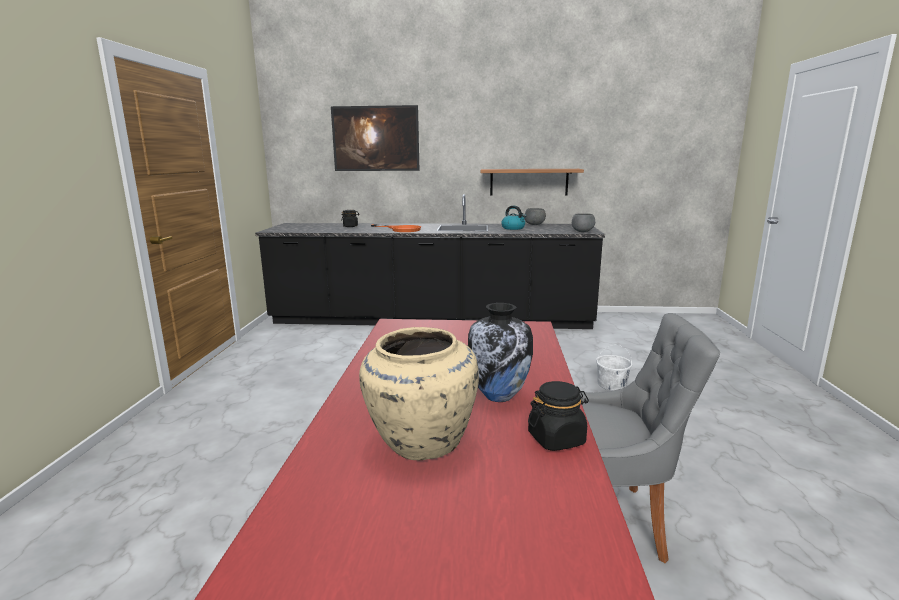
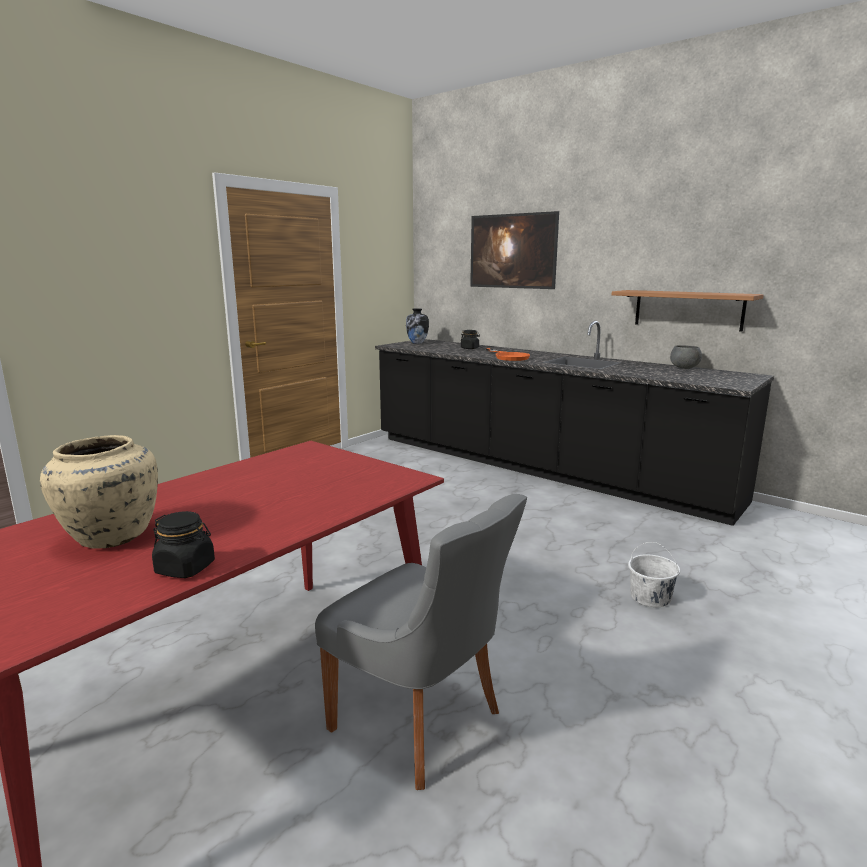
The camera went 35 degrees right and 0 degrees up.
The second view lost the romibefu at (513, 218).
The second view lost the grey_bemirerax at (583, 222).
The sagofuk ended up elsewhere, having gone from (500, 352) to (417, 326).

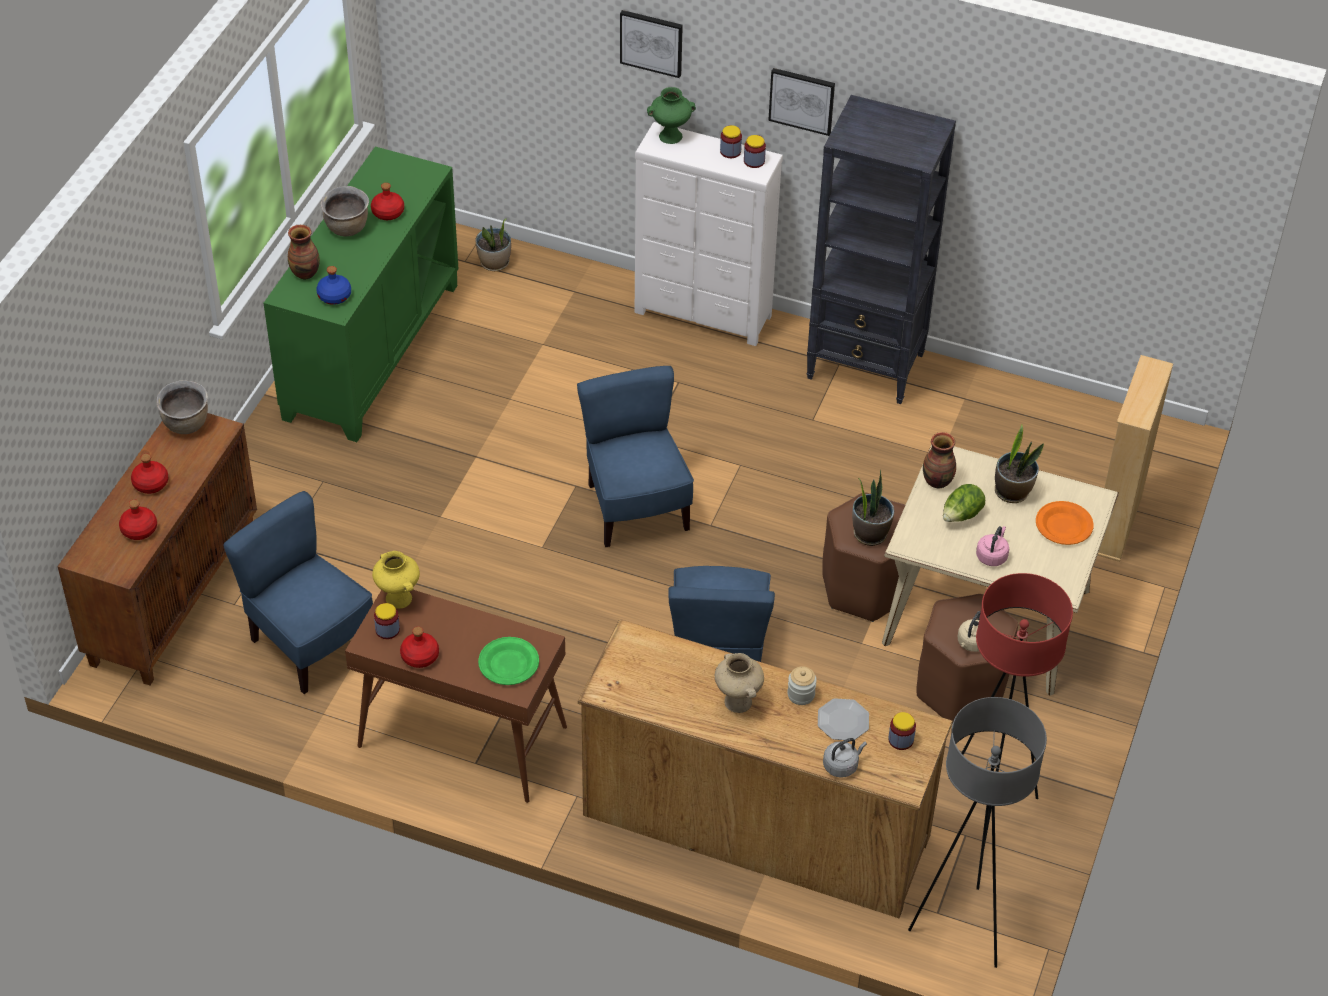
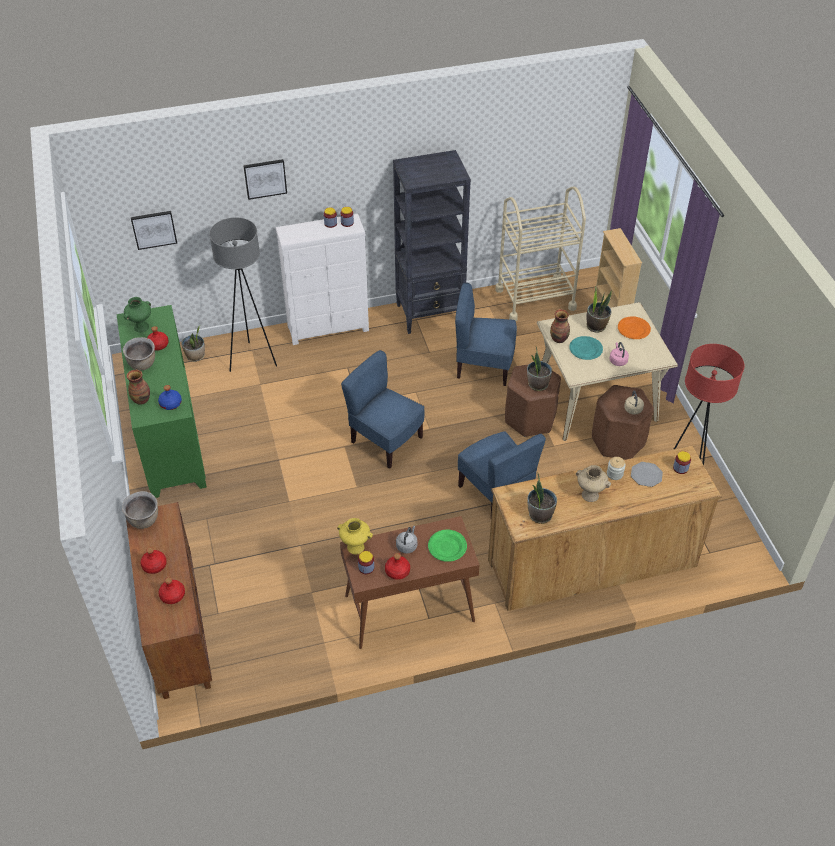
The camera went 35 degrees left and 0 degrees up.
The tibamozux ended up elsewhere, having gone from (801, 102) to (154, 230).
The green_sagofuk ended up elsewhere, having gone from (671, 115) to (137, 314).
Where the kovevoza stood at (964, 503), the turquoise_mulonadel came to stand at (586, 348).
The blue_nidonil ended up elsewhere, having gone from (298, 592) to (486, 334).
The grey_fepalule ended up elsewhere, having gone from (977, 832) to (243, 294).
The grey_romibefu ended up elsewhere, having gone from (845, 758) to (406, 540).
The second view gained the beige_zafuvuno at (540, 253).
The second view gained the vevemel at (542, 499).

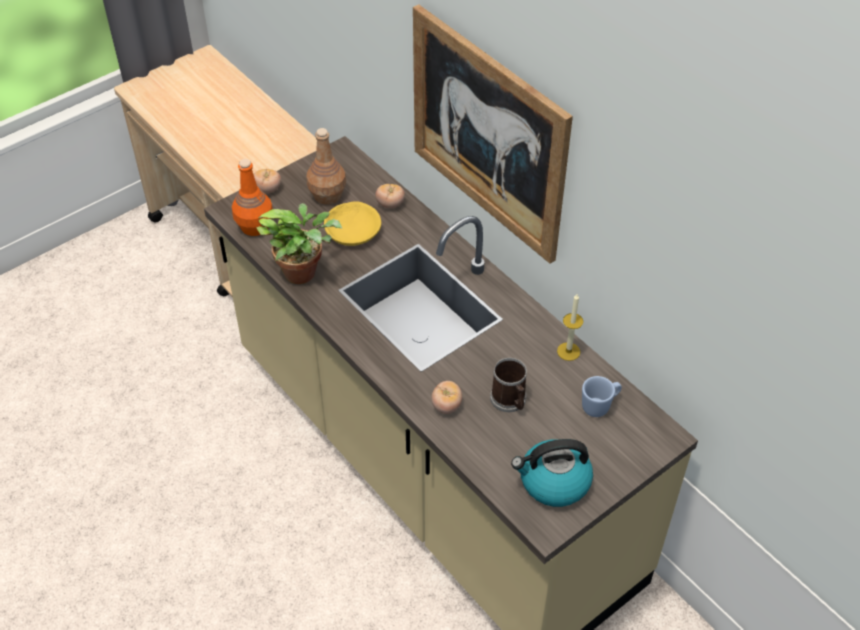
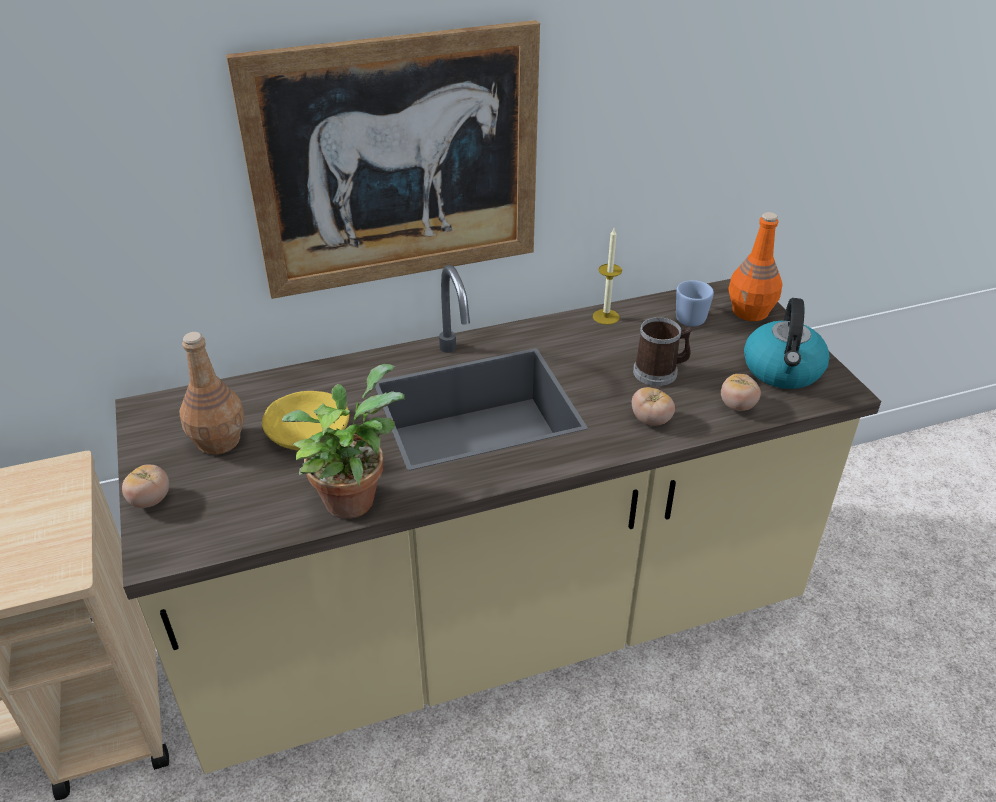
The camera went 70 degrees left and 10 degrees down.
The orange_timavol ended up elsewhere, having gone from (252, 197) to (755, 266).
The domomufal ended up elsewhere, having gone from (390, 196) to (741, 392).

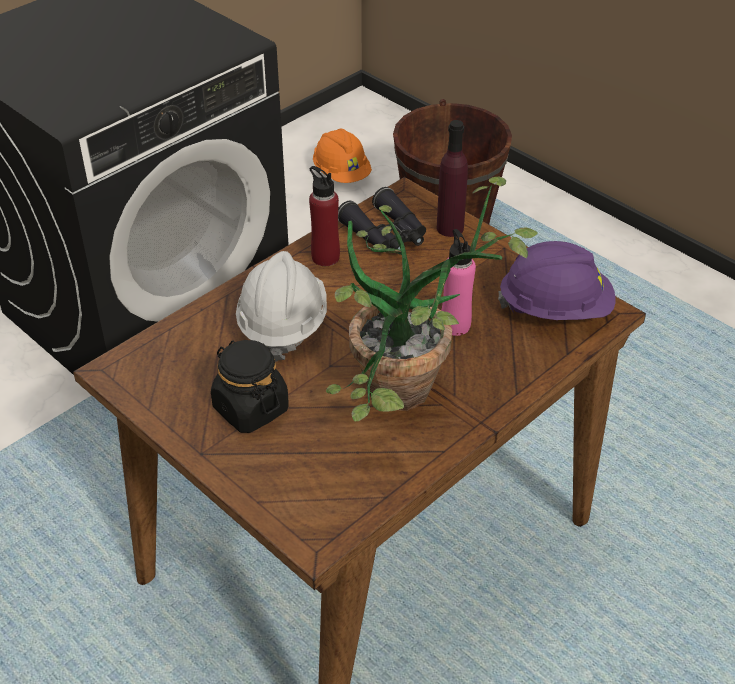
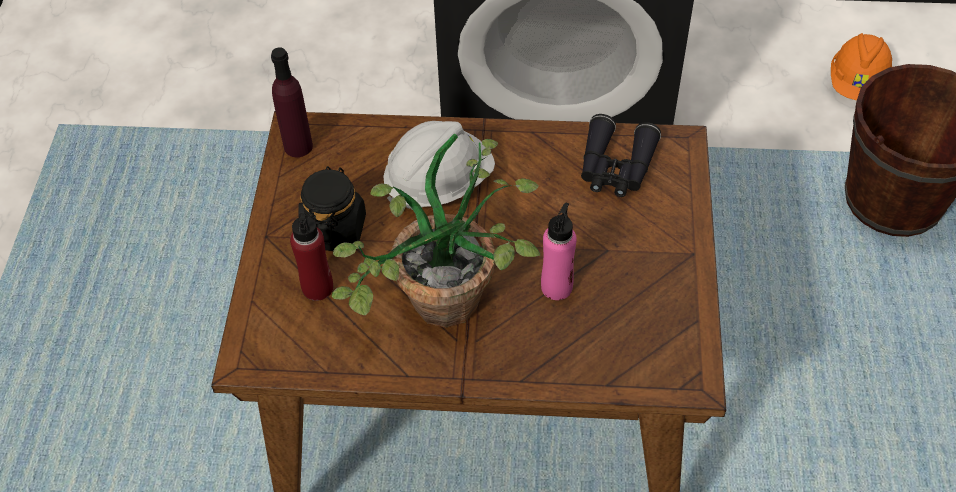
The camera went 50 degrees right and 10 degrees up.
The purple_timavol ended up elsewhere, having gone from (452, 178) to (292, 102).
The red_timavol ended up elsewhere, having gone from (324, 216) to (311, 252).
The second view lost the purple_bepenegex at (557, 280).

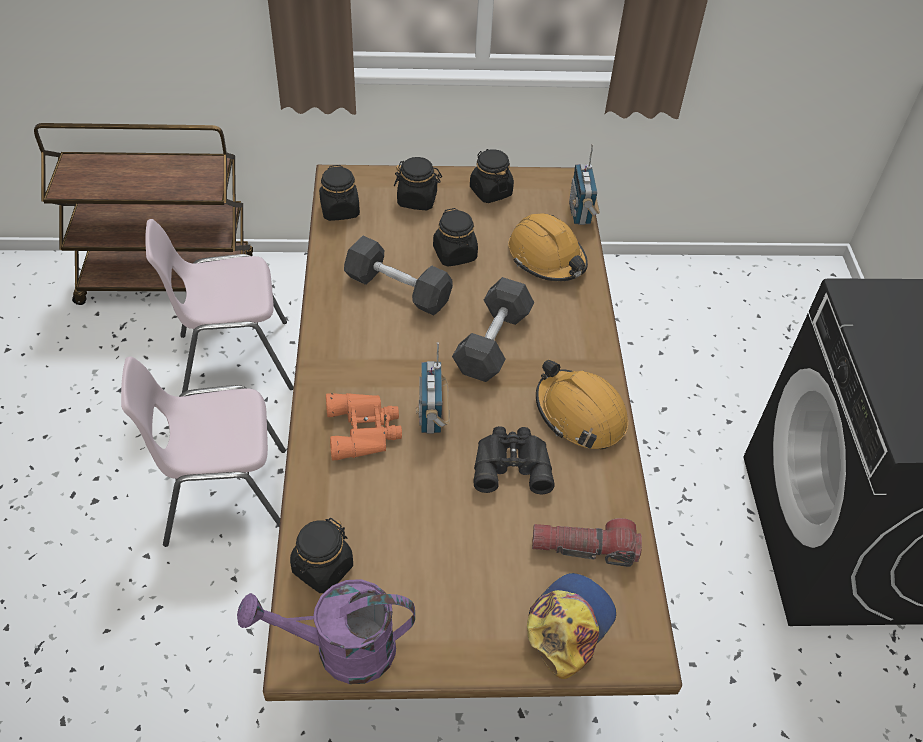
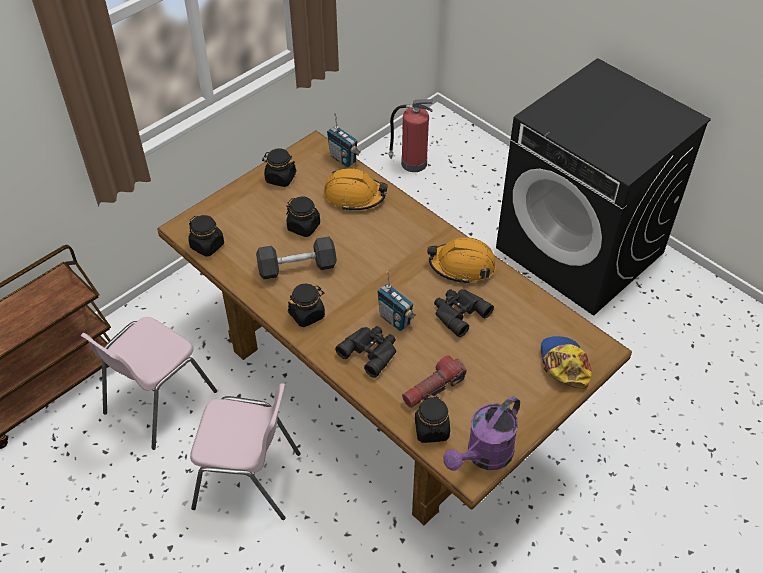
The camera went 40 degrees left and 0 degrees up.
The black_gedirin ended up elsewhere, having gone from (418, 183) to (306, 305).
The second view lost the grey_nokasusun at (493, 329).
The pink_nidonil at (203, 452) ended up facing another way, 120 degrees counterclockwise from before.
What was the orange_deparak at (364, 426) turned into the black_deparak at (365, 352).
The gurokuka ended up elsewhere, having gone from (587, 542) to (434, 381).
The second view gained the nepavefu at (411, 135).

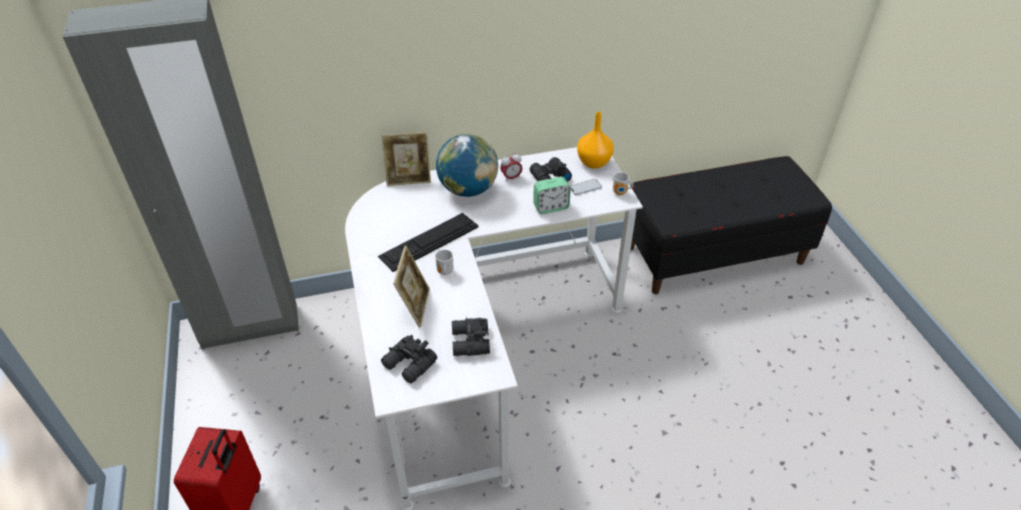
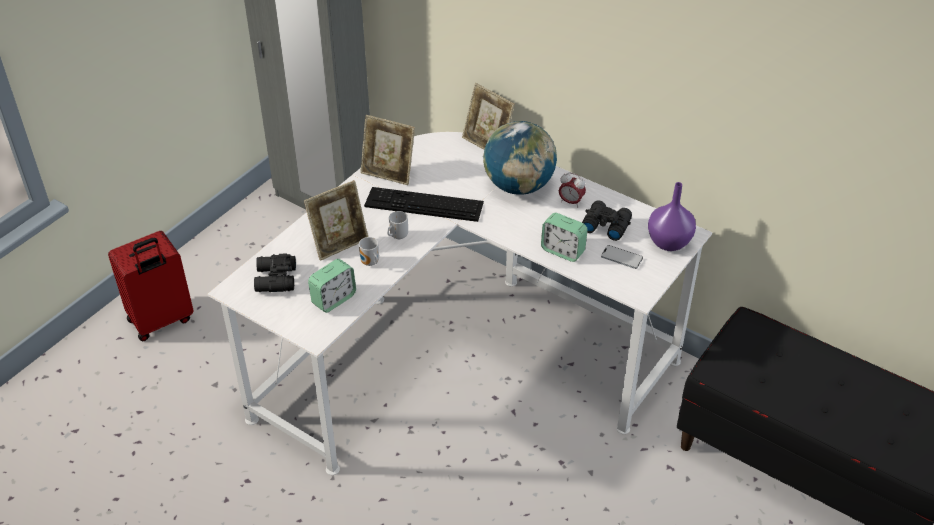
The camera went 50 degrees right and 0 degrees up.
What was the orange_sagofuk at (595, 140) turned into the purple_sagofuk at (672, 216).
The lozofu ended up elsewhere, having gone from (623, 184) to (369, 251).
Where the black_deparak stood at (471, 336), the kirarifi came to stand at (332, 286).
The second view gained the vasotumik at (387, 150).

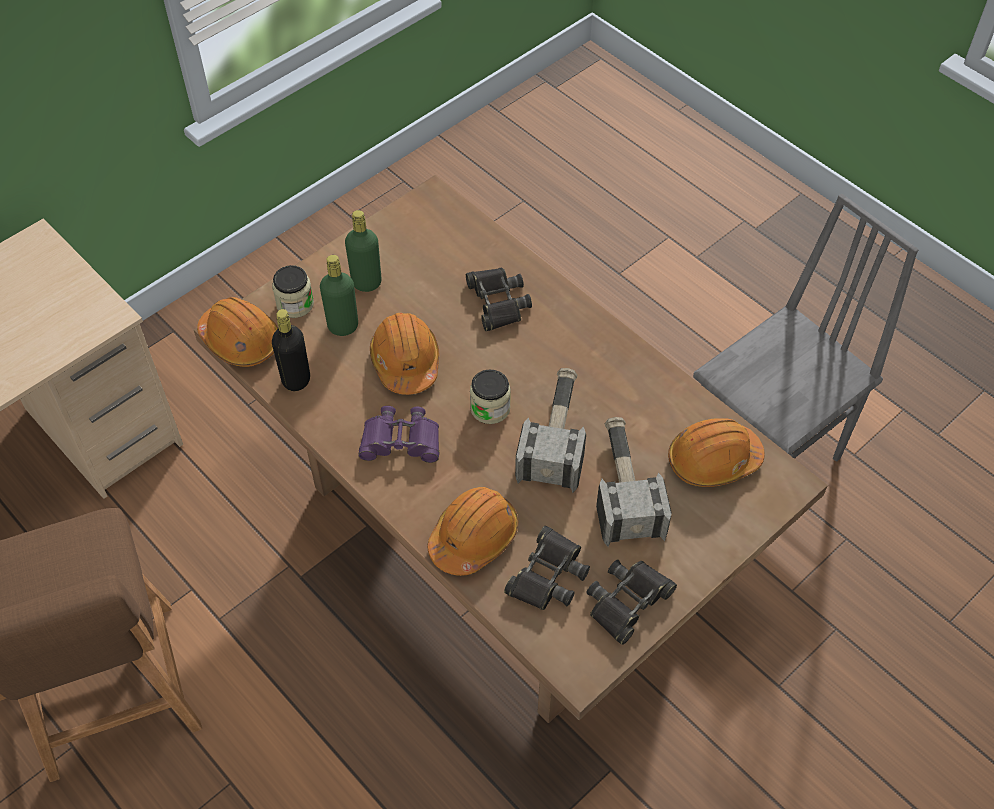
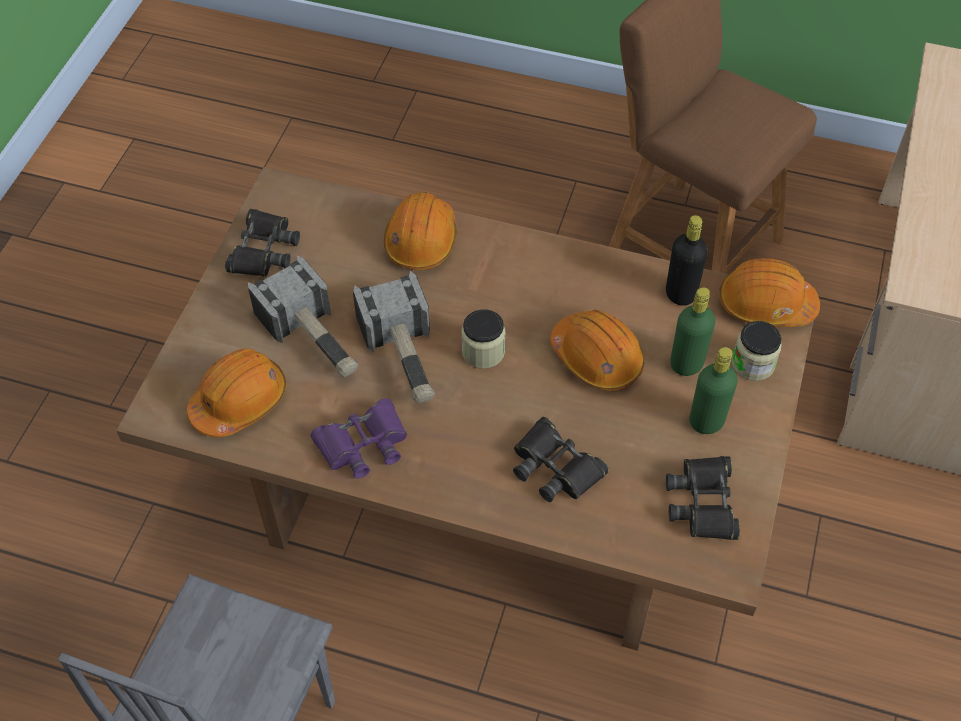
The camera went 150 degrees right and 0 degrees up.
The purple_deparak ended up elsewhere, having gone from (398, 434) to (359, 438).
The black_deparak ended up elsewhere, having gone from (547, 568) to (703, 498).

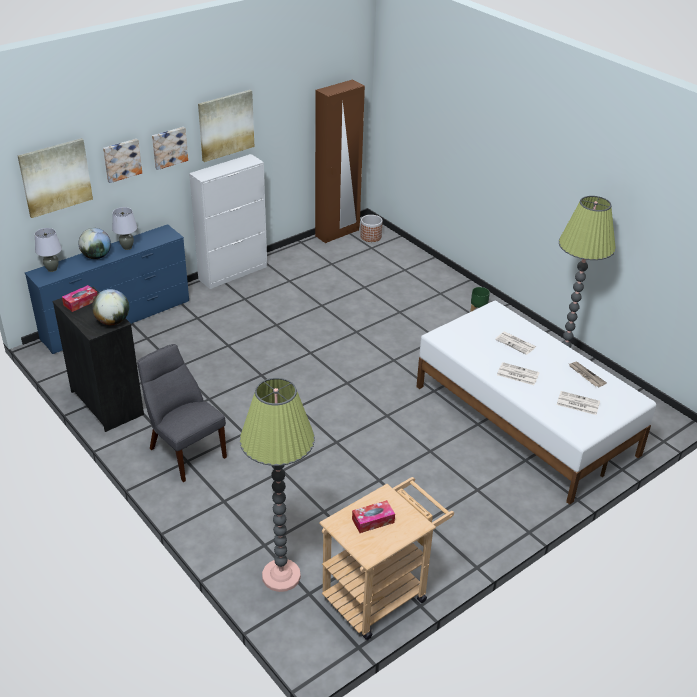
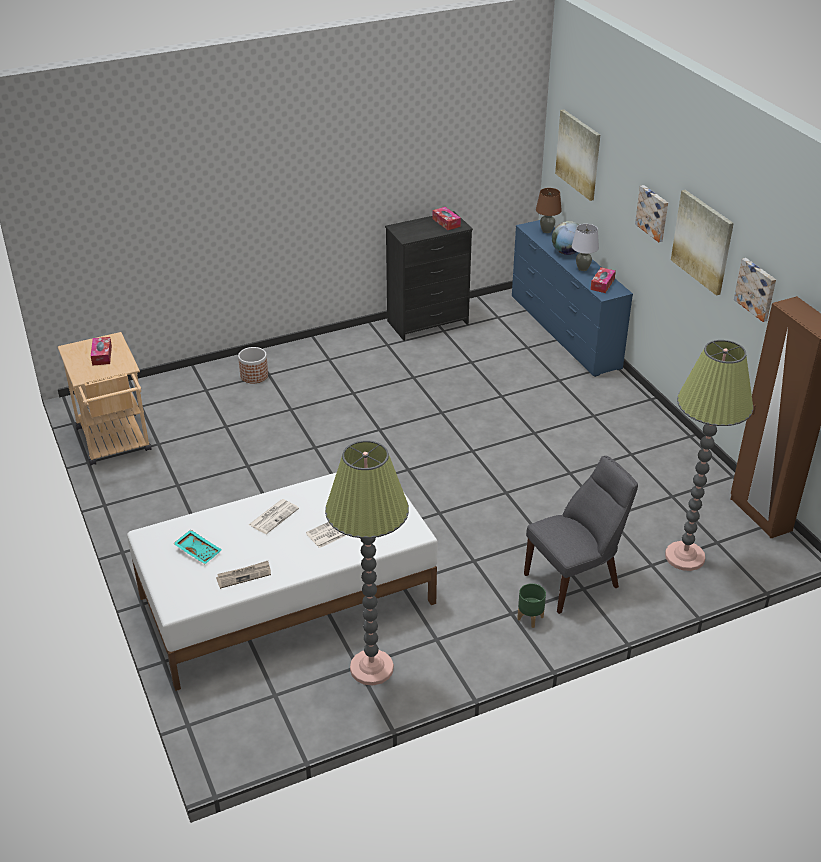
The camera went 105 degrees right and 0 degrees up.
The tibamozux ended up elsewhere, having gone from (122, 161) to (755, 290).
The second view lost the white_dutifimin at (228, 221).
The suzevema ended up elsewhere, having gone from (371, 228) to (253, 365).
What was the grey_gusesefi at (48, 250) turned into the brown_gusesefi at (549, 210).
The second view lost the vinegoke at (110, 307).
The grey_nidonil ended up elsewhere, having gone from (182, 413) to (581, 535).
The fepalule ended up elsewhere, having gone from (277, 485) to (709, 455).
Where the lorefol stood at (578, 403), the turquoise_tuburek came to stand at (197, 547).
The second view gained the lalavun at (603, 280).

